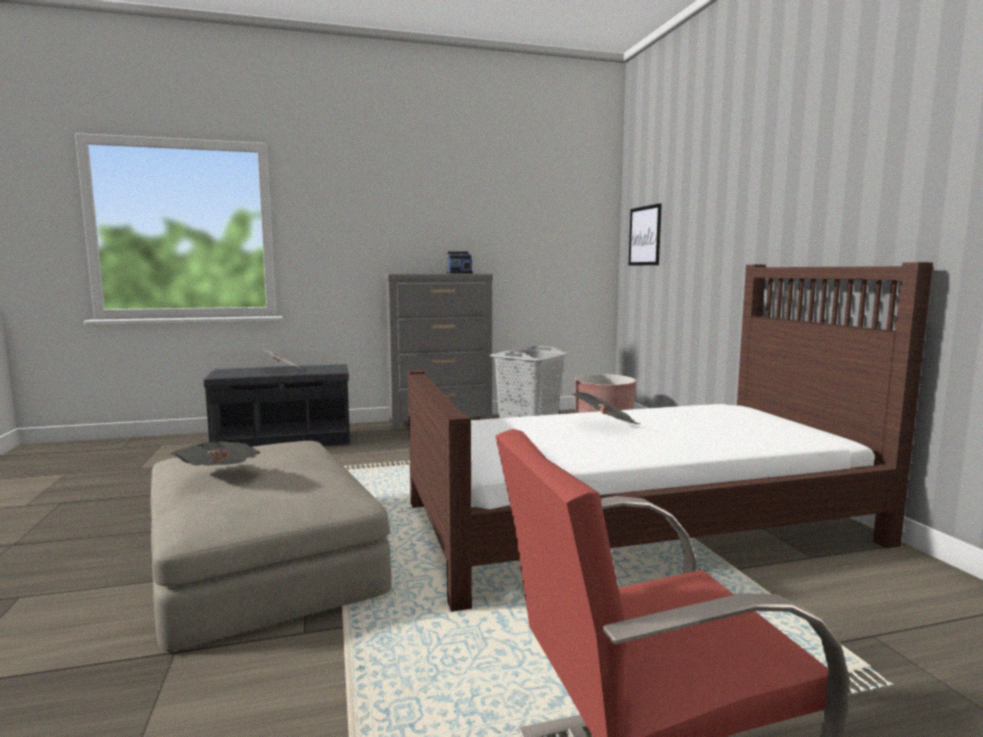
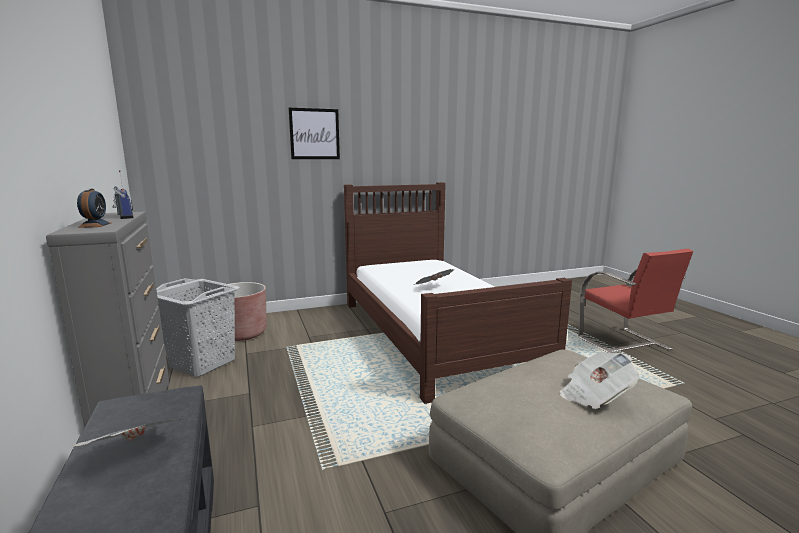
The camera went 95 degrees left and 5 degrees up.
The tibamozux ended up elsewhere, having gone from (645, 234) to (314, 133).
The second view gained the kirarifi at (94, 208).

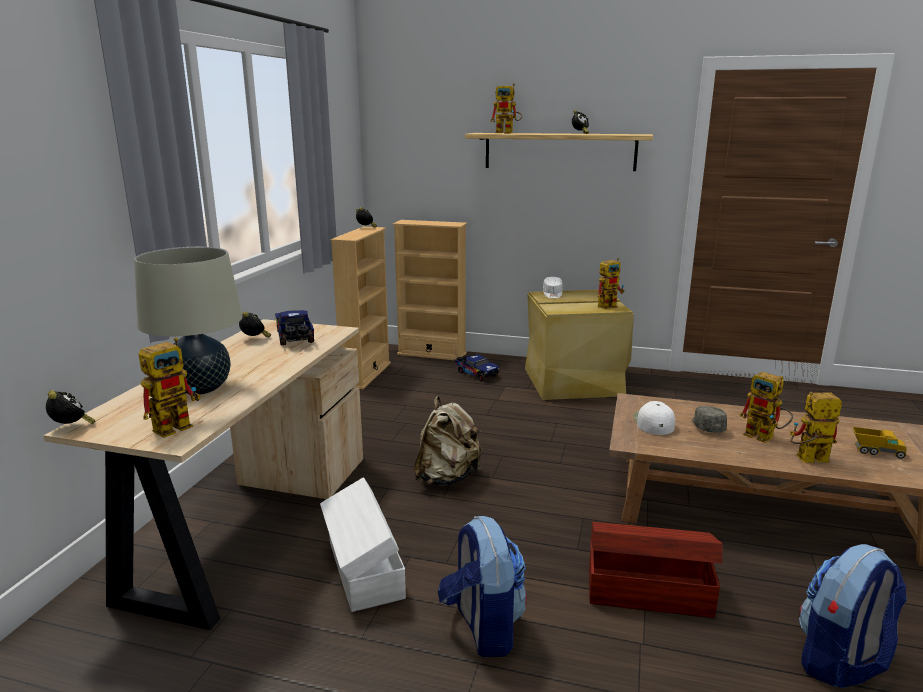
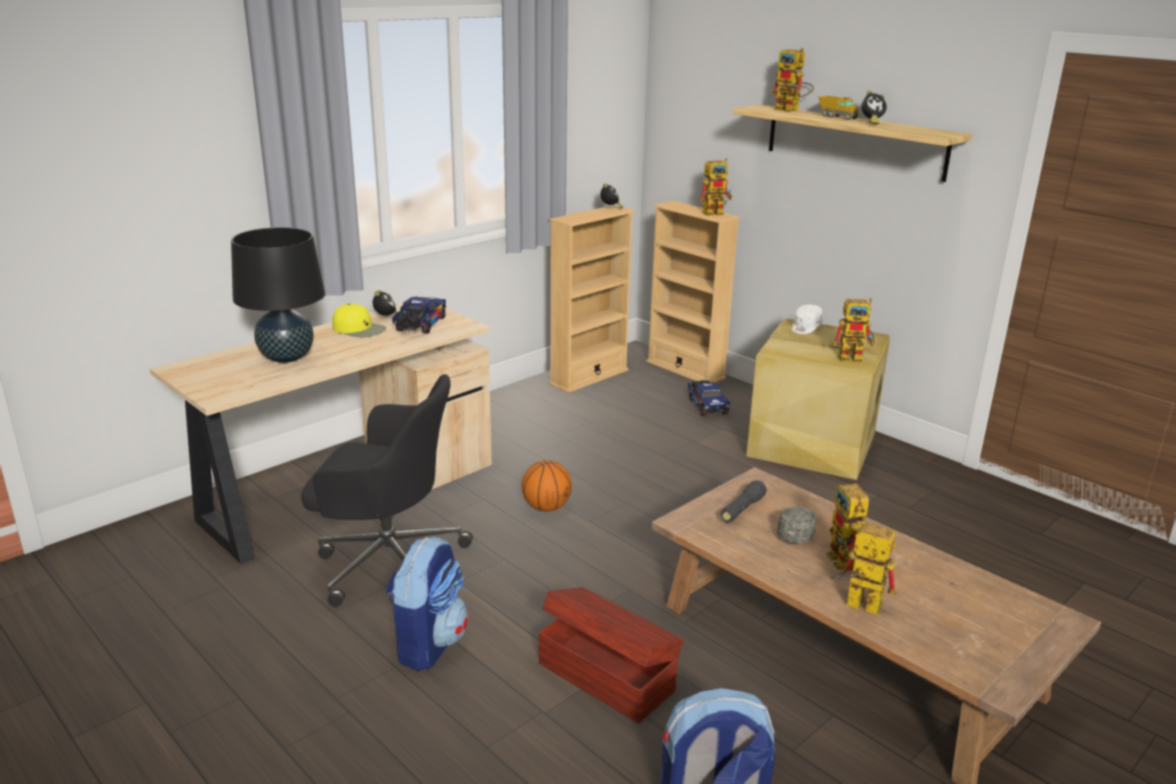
The camera went 30 degrees right and 5 degrees up.
What was the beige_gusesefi at (188, 321) turned into the black_gusesefi at (278, 295).
The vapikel ended up elsewhere, having gone from (169, 387) to (716, 187).
The second view lost the kirarifi at (70, 407).
Where the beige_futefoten stood at (448, 441), the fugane came to stand at (547, 486).
Where the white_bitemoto stood at (654, 418), the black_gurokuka came to stand at (743, 501).
The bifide ended up elsewhere, having gone from (879, 443) to (838, 108).
Where the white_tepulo stood at (363, 544), the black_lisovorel came to stand at (387, 490).
The second view gained the yellow_bitemoto at (359, 320).

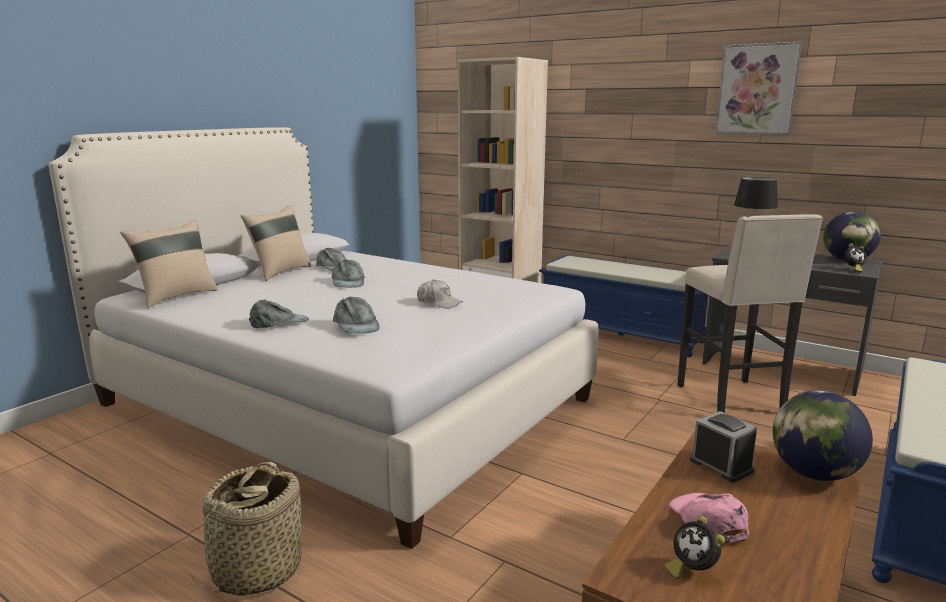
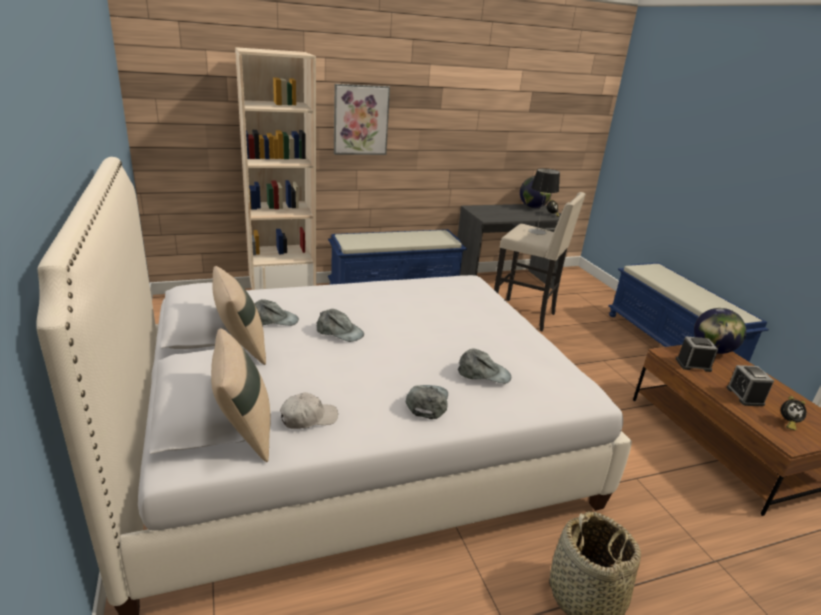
The camera went 55 degrees left and 10 degrees up.
The tibamozux ended up elsewhere, having gone from (758, 88) to (362, 119).
The white_bitemoto ended up elsewhere, having gone from (440, 294) to (309, 410).
Where the pink_bitemoto stood at (709, 518), the kirarifi came to stand at (750, 385).

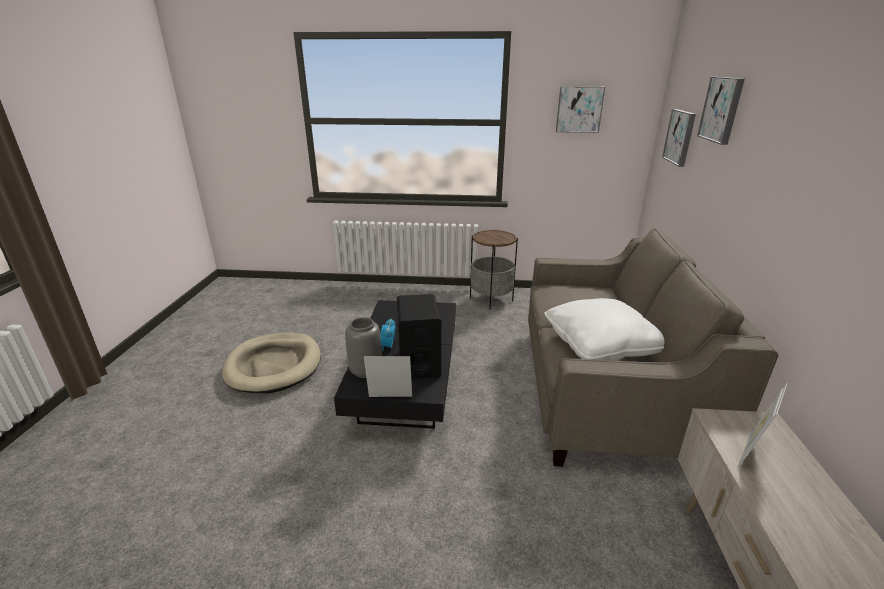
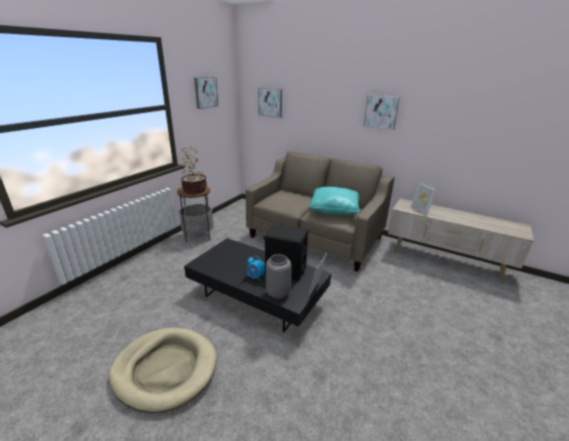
The camera went 65 degrees left and 0 degrees up.
The tibamozux ended up elsewhere, having gone from (721, 111) to (381, 112).
What was the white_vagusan at (604, 329) turned into the turquoise_vagusan at (334, 201).
The second view gained the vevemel at (194, 170).

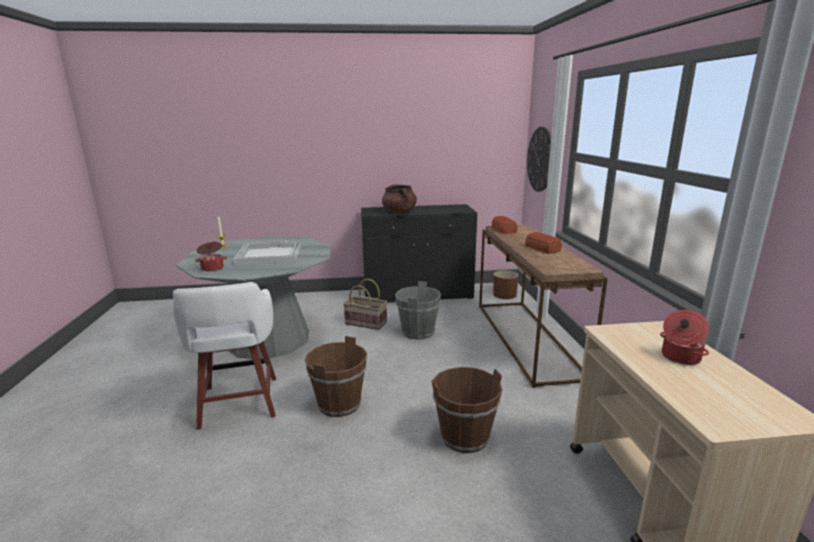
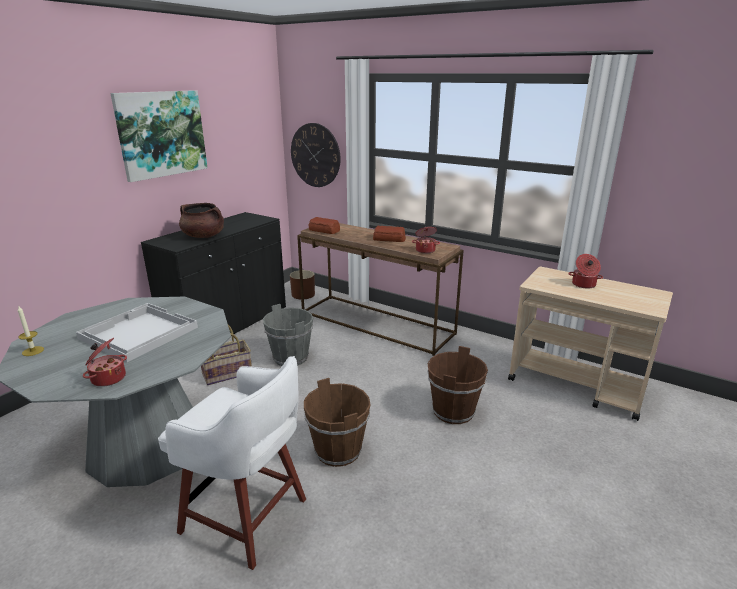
The camera went 50 degrees left and 5 degrees up.
The second view gained the tibamozux at (158, 136).
The second view gained the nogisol at (426, 239).

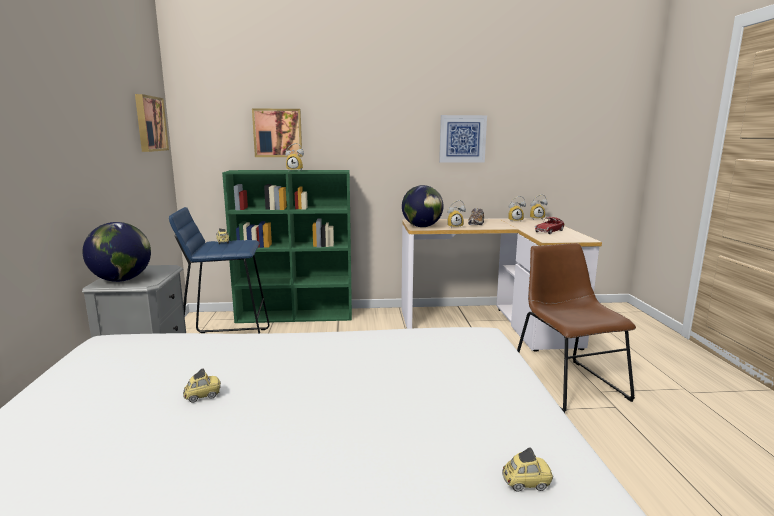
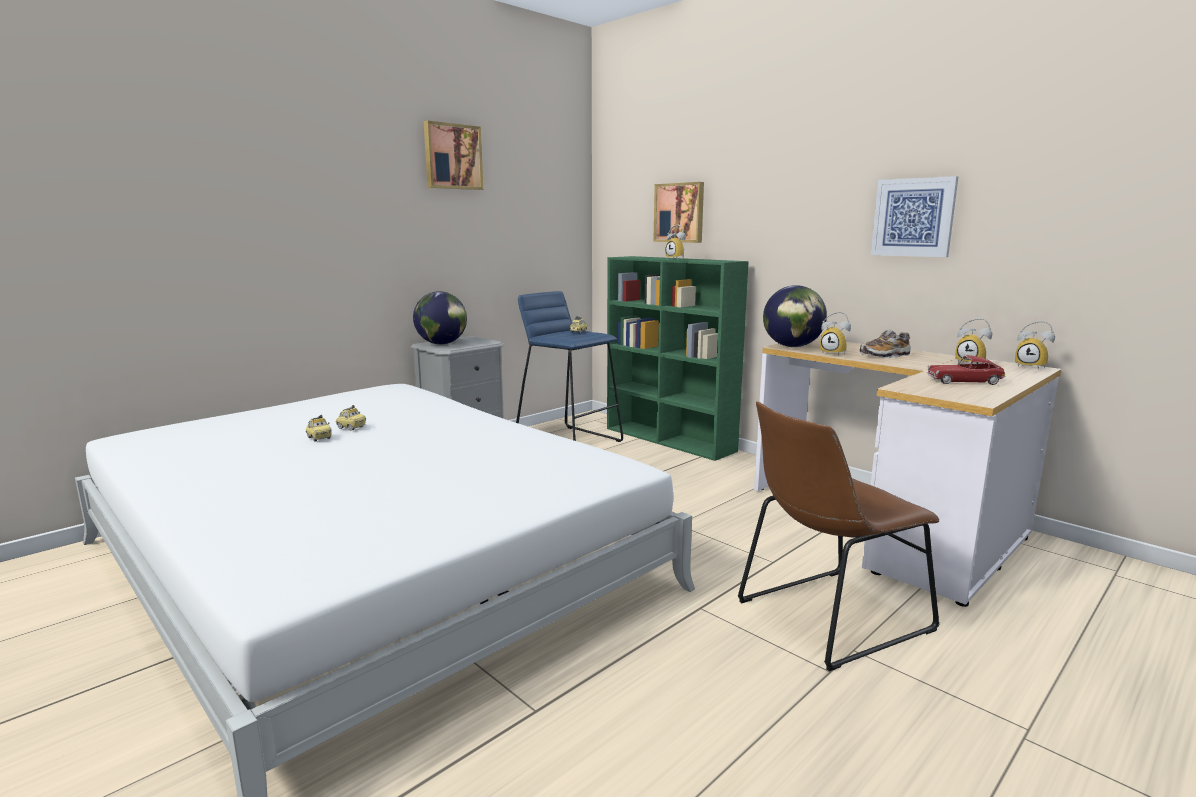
The camera went 50 degrees right and 0 degrees up.
The tibamozux ended up elsewhere, having gone from (152, 123) to (453, 155).
The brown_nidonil at (576, 328) ended up facing another way, 150 degrees counterclockwise from before.
The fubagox ended up elsewhere, having gone from (527, 469) to (319, 428).

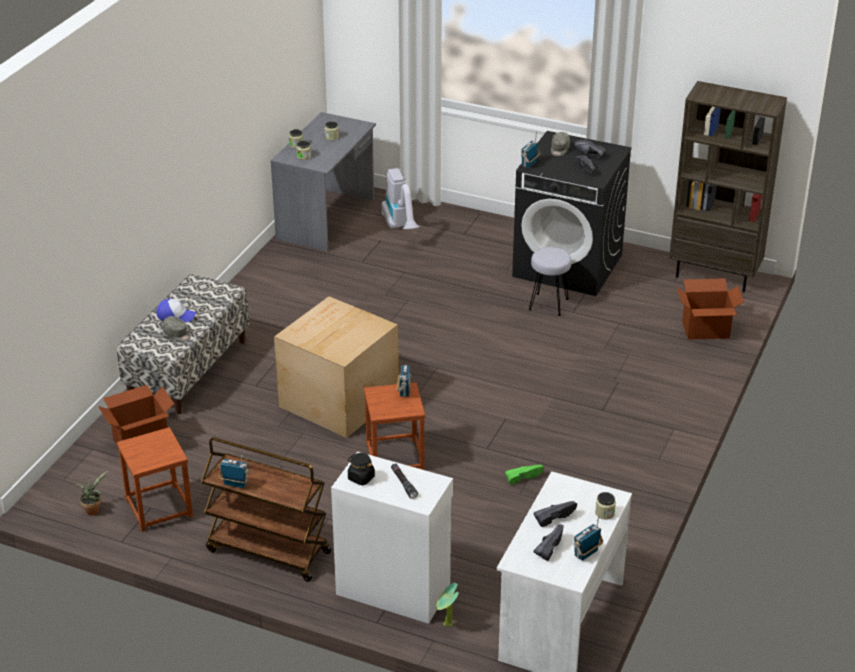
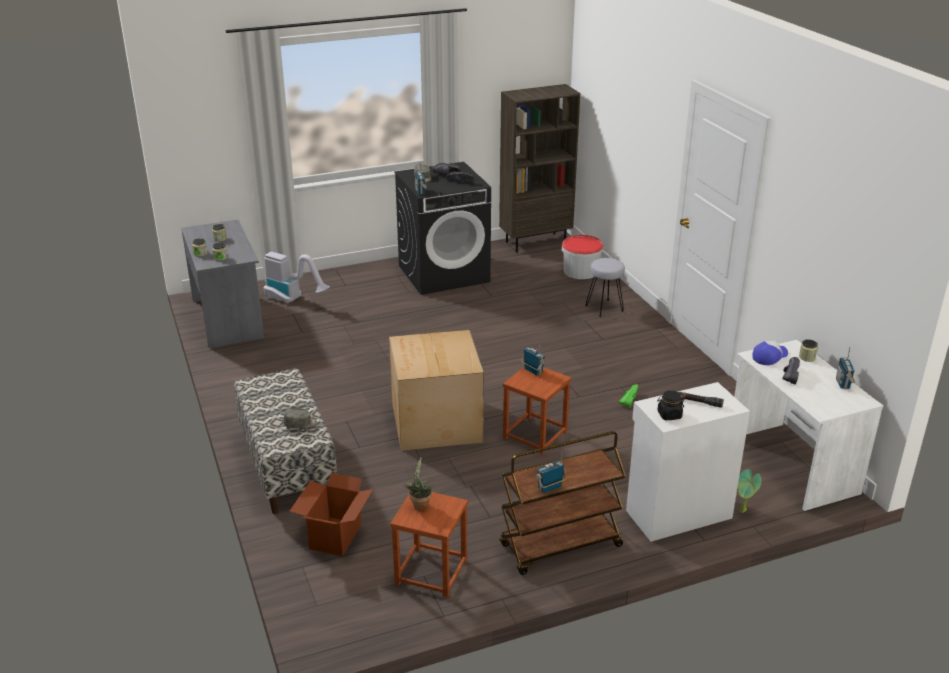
The camera went 45 degrees left and 5 degrees down.
The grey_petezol ended up elsewhere, having gone from (550, 281) to (605, 287).
Where the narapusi stood at (710, 309), the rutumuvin came to stand at (582, 257).
The bitemoto ended up elsewhere, having gone from (176, 310) to (770, 353).
The vevemel ended up elsewhere, having gone from (91, 493) to (419, 484).
The second view lost the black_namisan at (548, 543).

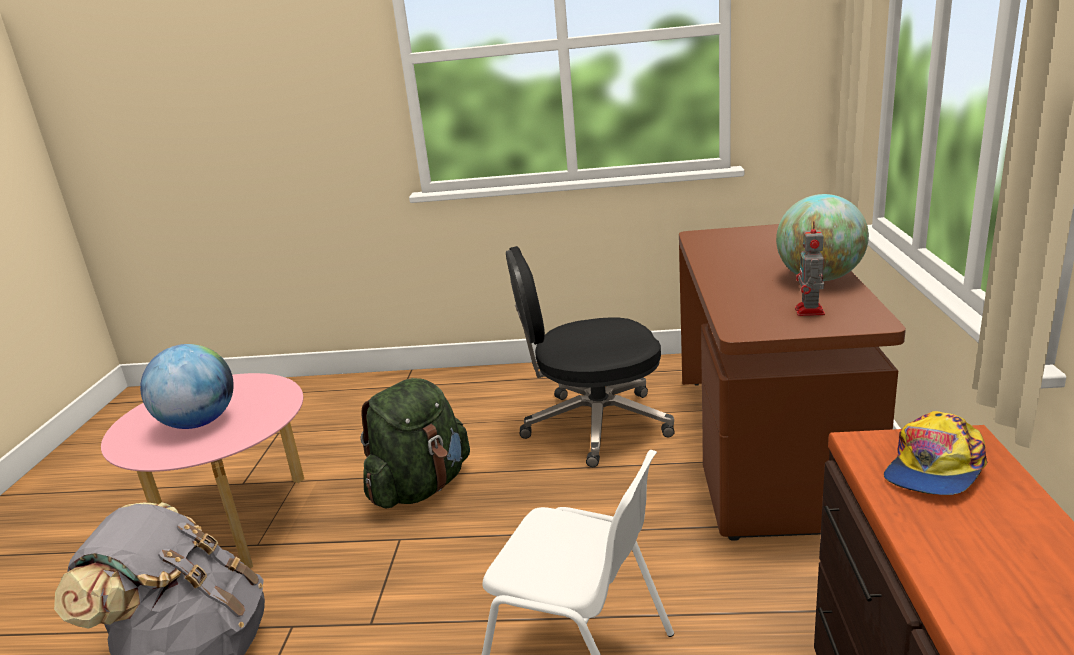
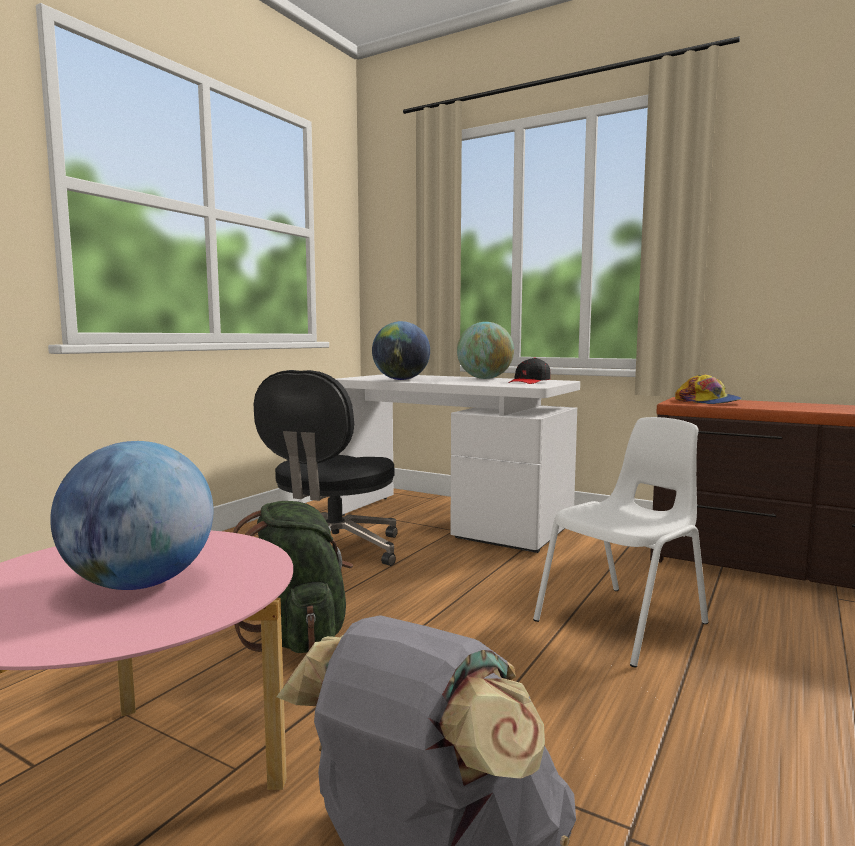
The camera went 65 degrees left and 15 degrees down.
Where the vapikel stood at (810, 268), the black_bitemoto came to stand at (529, 370).
What was the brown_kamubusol at (792, 382) turned into the white_kamubusol at (458, 463).
The second view gained the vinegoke at (401, 350).

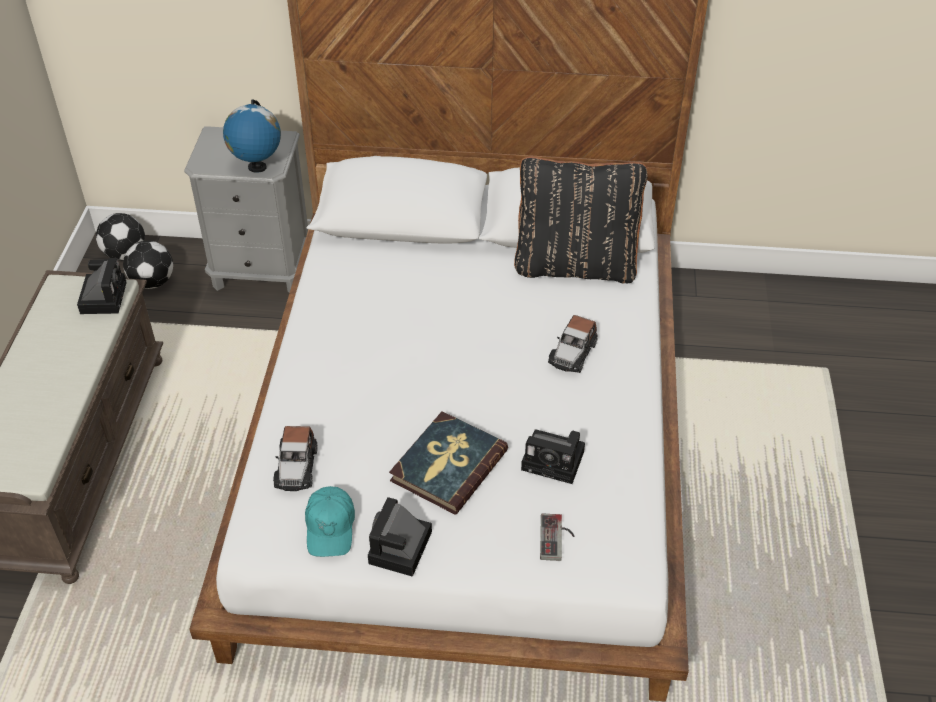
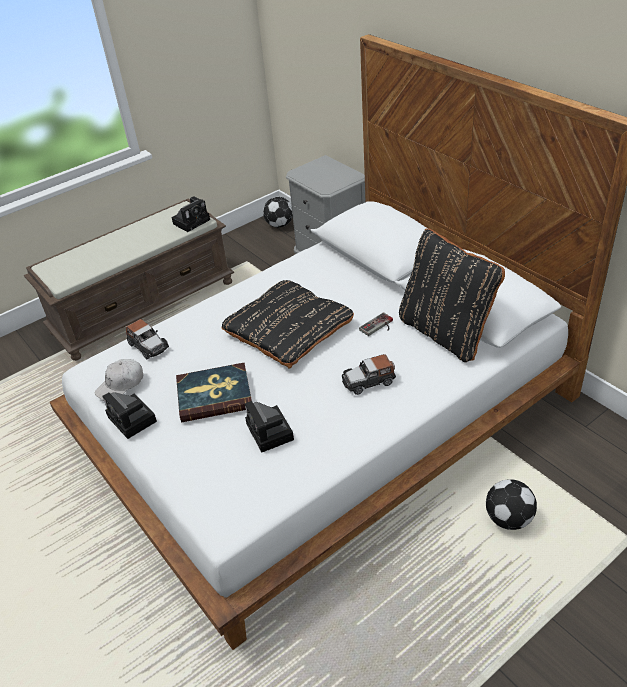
The camera went 50 degrees right and 5 degrees down.
The second view lost the vinegoke at (252, 136).
The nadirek ended up elsewhere, having gone from (148, 265) to (511, 504).
The fubagox at (295, 458) ended up facing another way, 90 degrees counterclockwise from before.
What was the turquoise_bitemoto at (330, 521) turned into the white_bitemoto at (119, 380).
The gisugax at (400, 537) ended up facing another way, 105 degrees counterclockwise from before.
The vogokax ended up elsewhere, having gone from (557, 537) to (376, 324).
The second view gained the black_vagusan at (287, 324).

